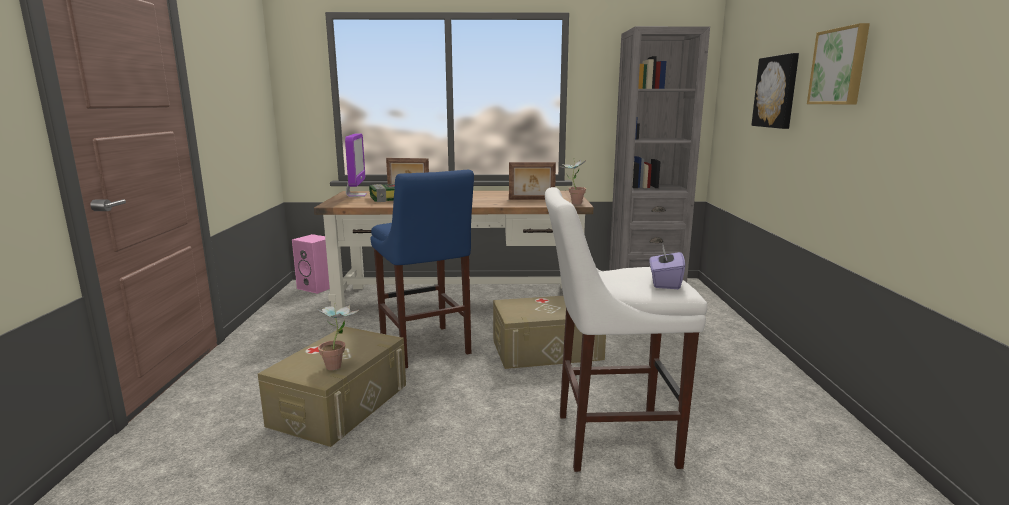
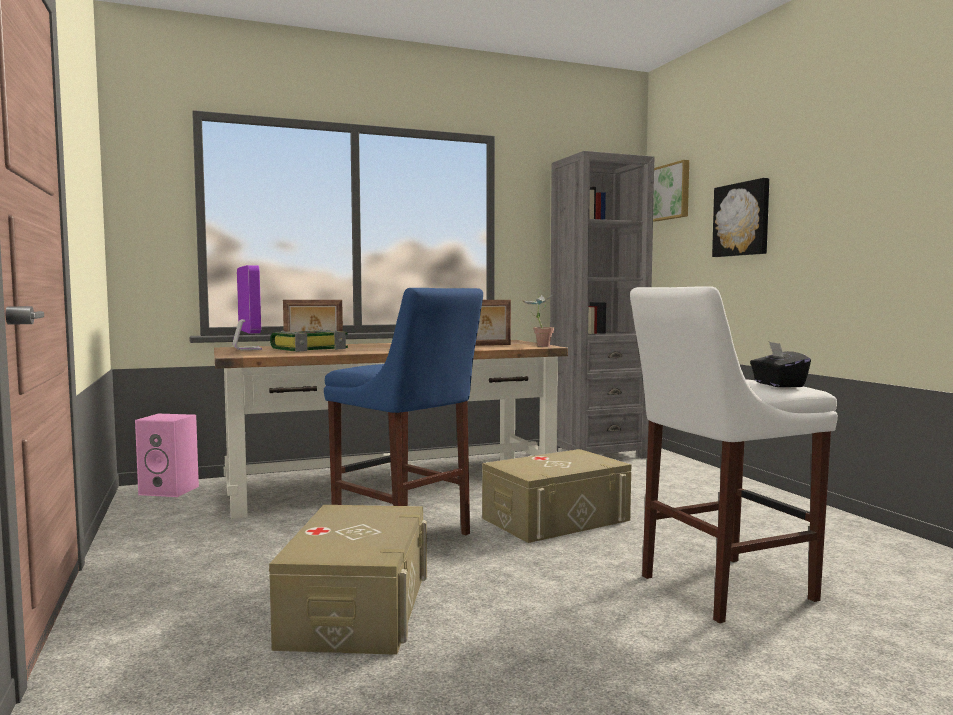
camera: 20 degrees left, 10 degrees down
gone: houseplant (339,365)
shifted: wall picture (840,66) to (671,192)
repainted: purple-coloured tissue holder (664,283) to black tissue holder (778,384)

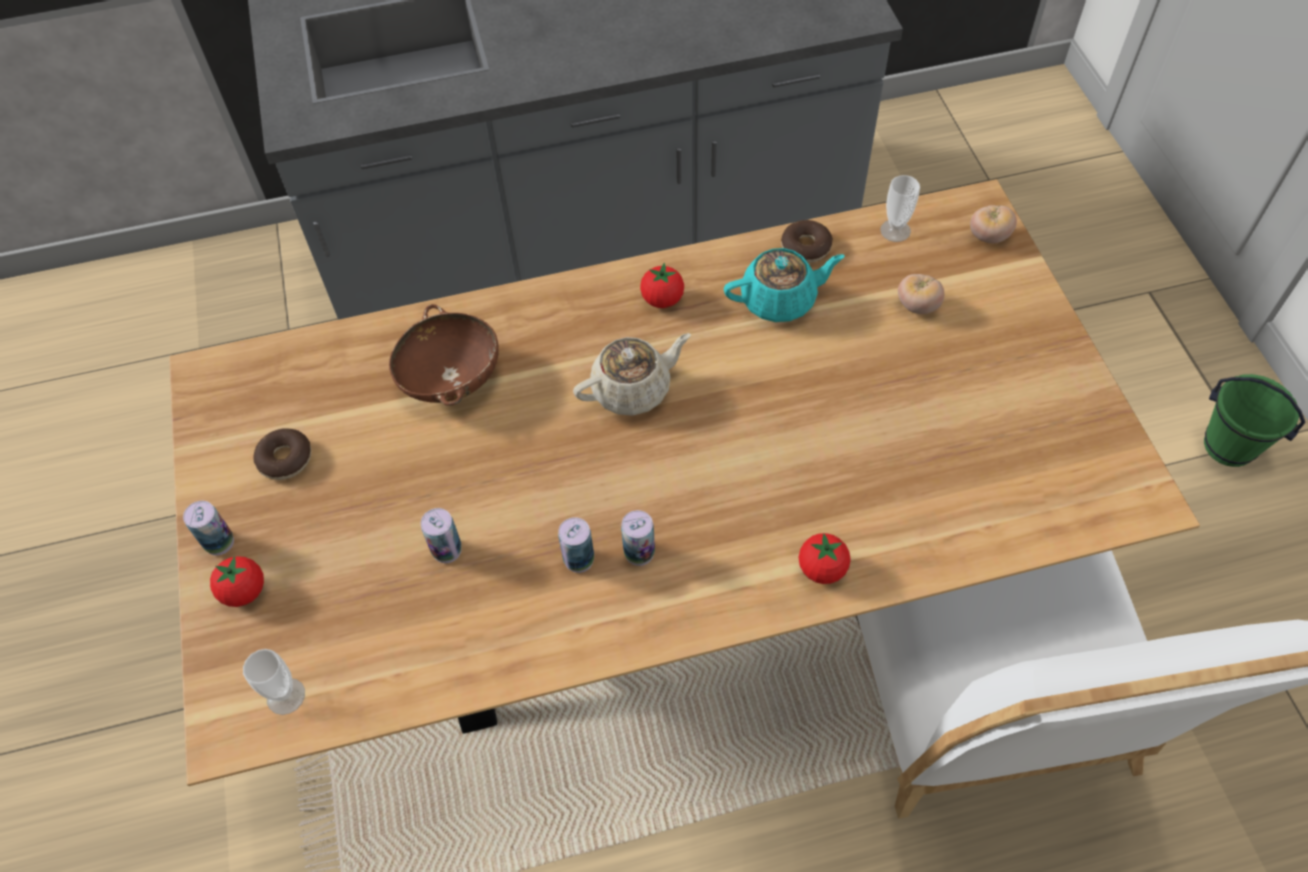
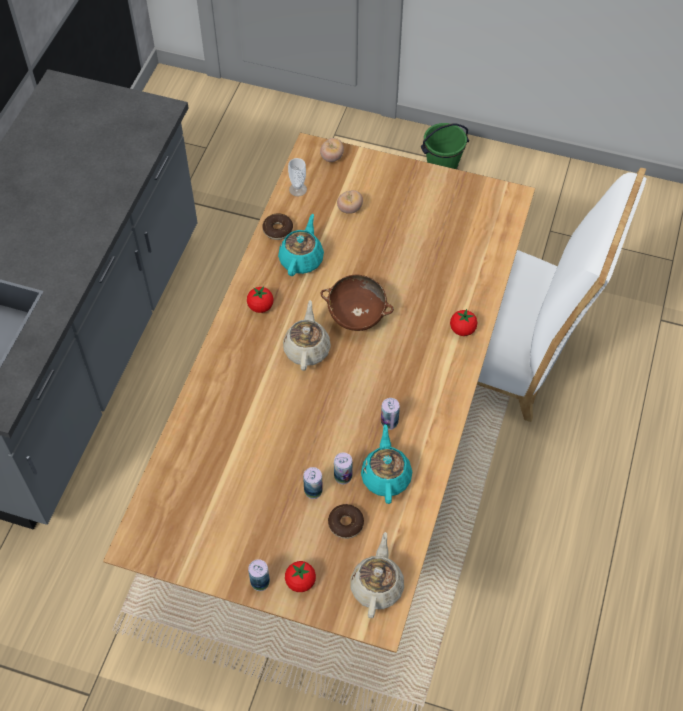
camera: 60 degrees left, 0 degrees up
new: turquoise-coloured teapot (386,476)
shifted: ring doughnut (285,459) to (346,524); brown serving bowl (450,378) to (357,315); metal can (639,552) to (313,491)
swapped: drinking cup (286,696) to sand-coloured teapot (377,586)

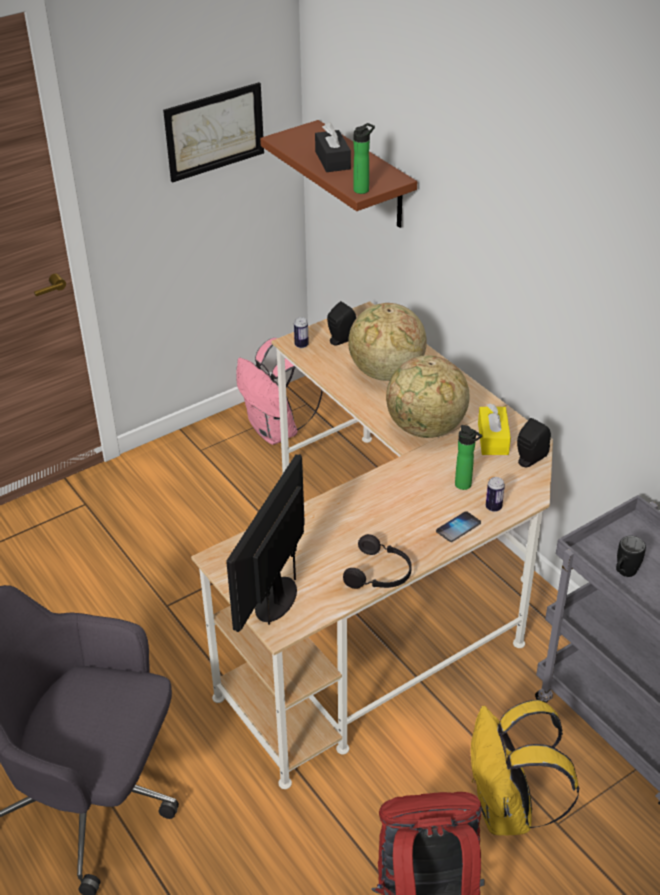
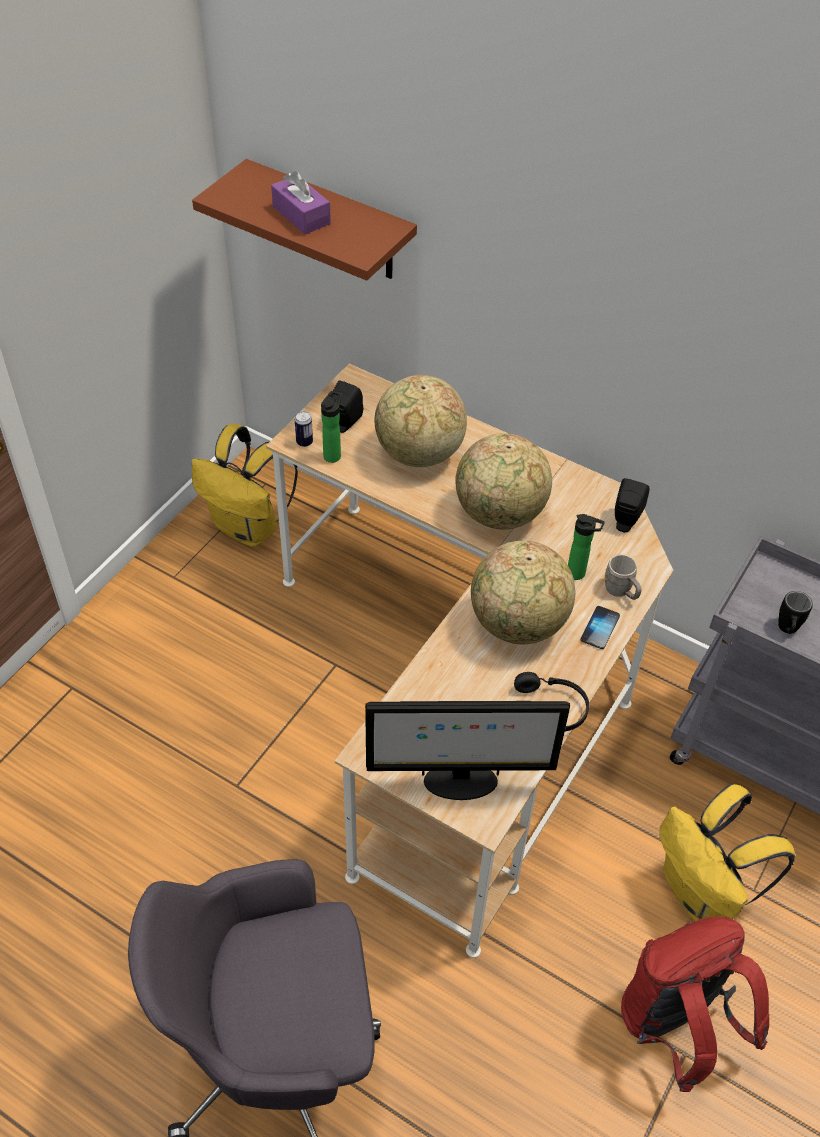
camera: 25 degrees left, 10 degrees up
gone: wall picture (214,131); yellow-coloured tissue holder (493,439)
new: globe (518,624)
shifted: bottle (363,189) to (333,454)
swapped: metal can (493,507) to grey tea mug (621,591)
repainted: pinkish backpack (277,431) to yellow-coloured backpack (249,527); black tissue holder (332,160) to purple-coloured tissue holder (301,215)
rotated: computer screen (276,598) = (459,782) 90 degrees counterclockwise

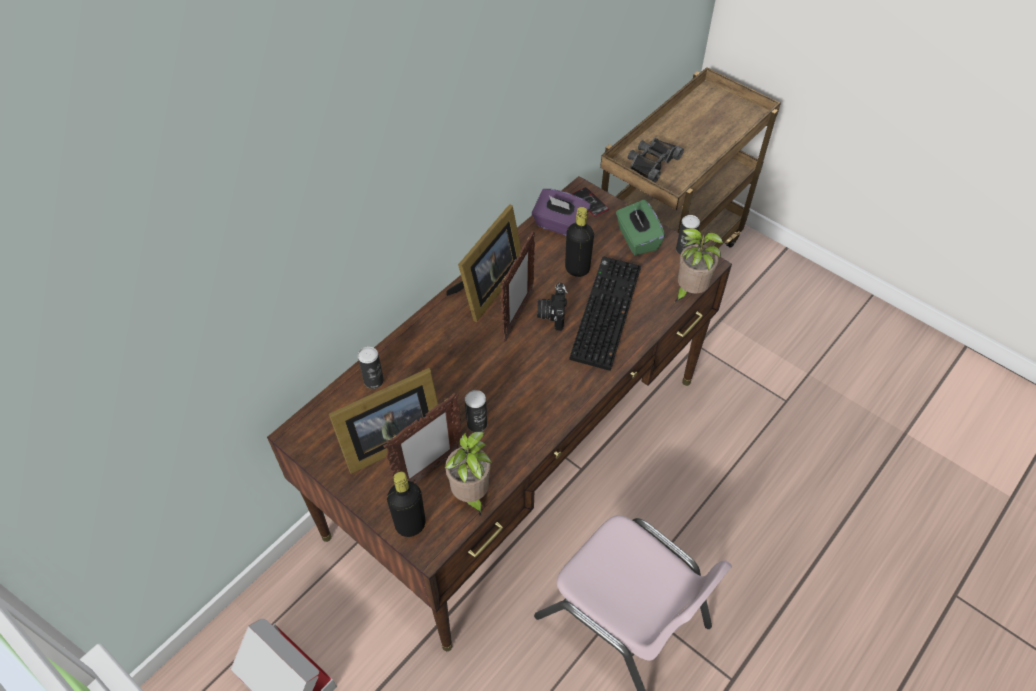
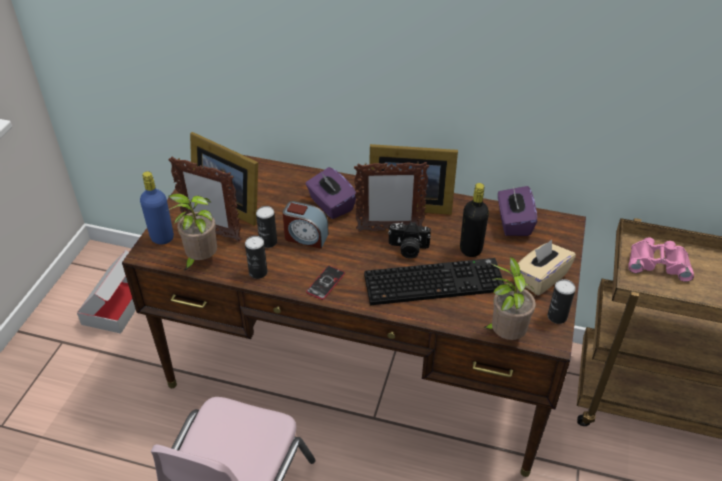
camera: 65 degrees right, 10 degrees down
new: bedside clock (305,237); purple-coloured tissue holder (331,205)
shifted: metal can (373,380) to (258,272); phone (590,202) to (325,283)
repainted: black bottle (410,525) to blue-coloured bottle (162,237); greenish tissue holder (637,239) to sand-coloured tissue holder (540,278); black pair of binoculars (652,162) to pinkish pair of binoculars (658,262)
rotated: photo camera (551,313) = (408,249) 150 degrees counterclockwise

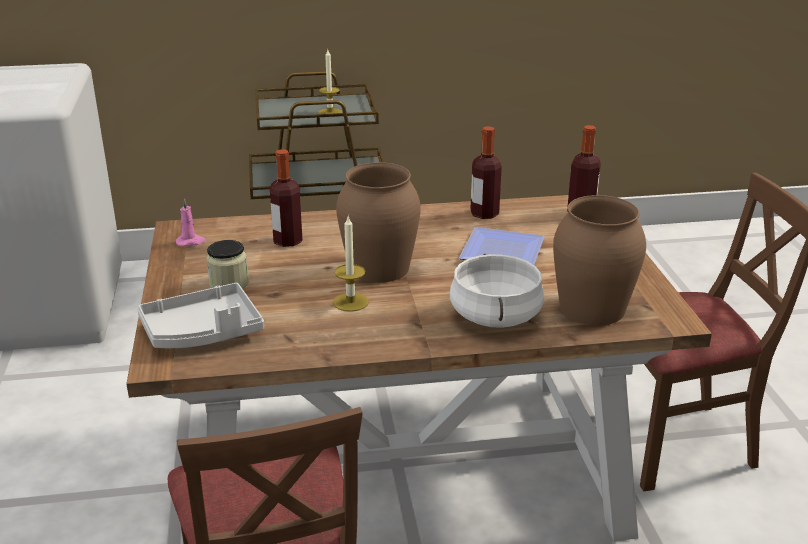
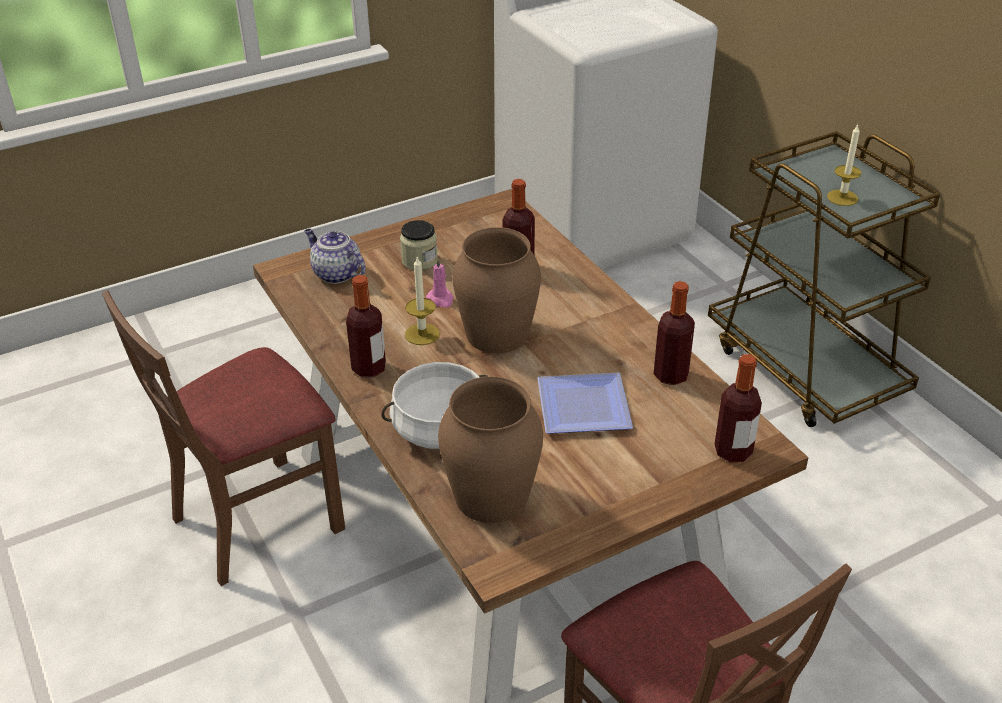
camera: 70 degrees right, 10 degrees up
new: bottle (369,368)
shifted: pinkish candle (191,242) to (441,299)
swapped: grey carrying tray (203,332) to teapot (335,274)

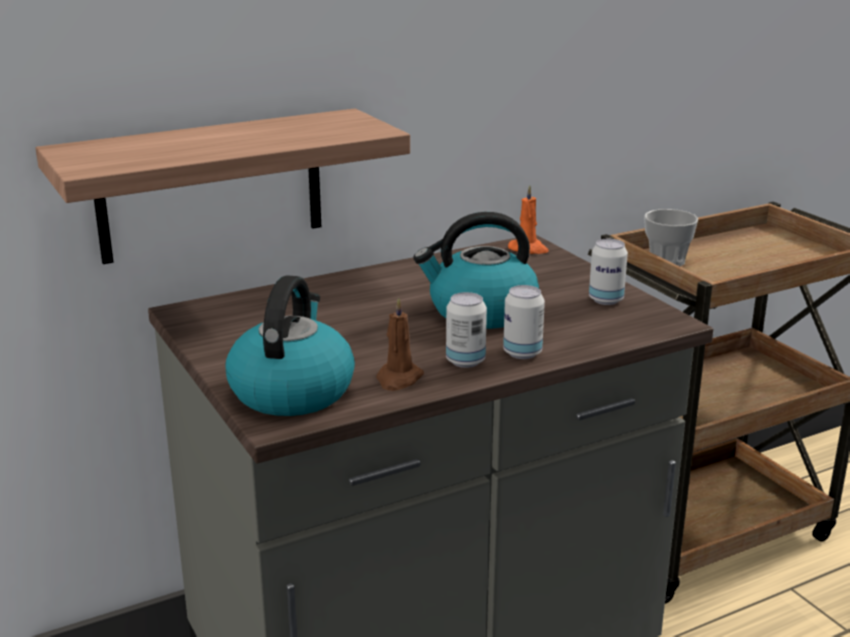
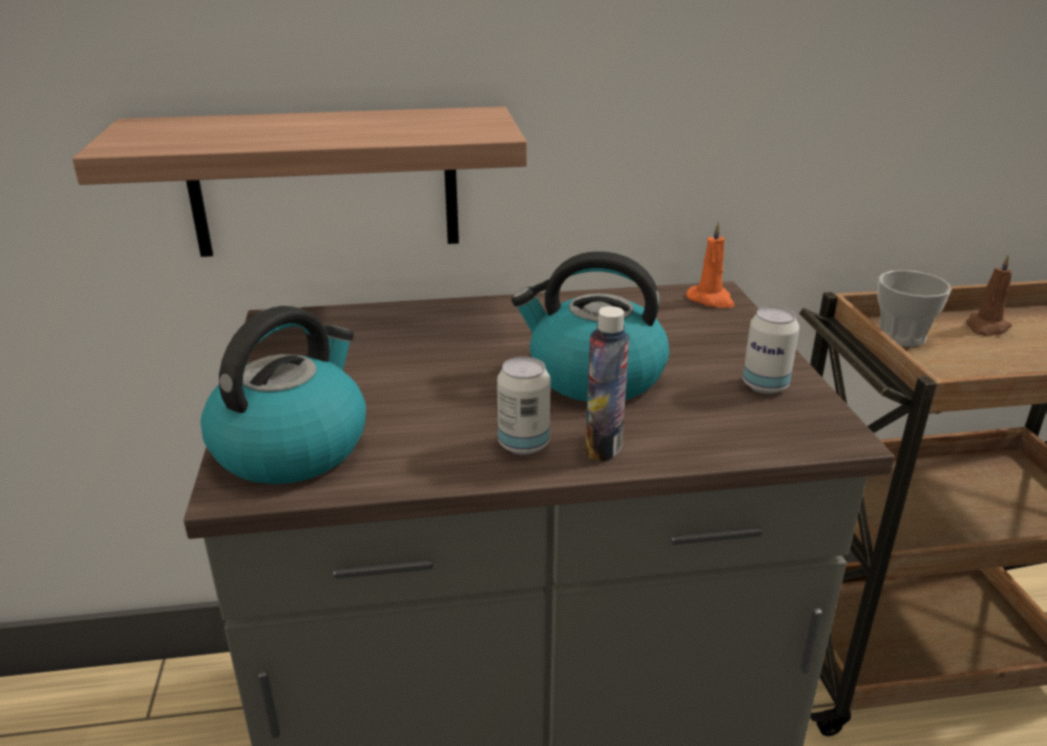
camera: 20 degrees right, 5 degrees up
shifted: brown candle (398,379) to (986,327)
swapped: metal can (522,353) to bottle (603,446)

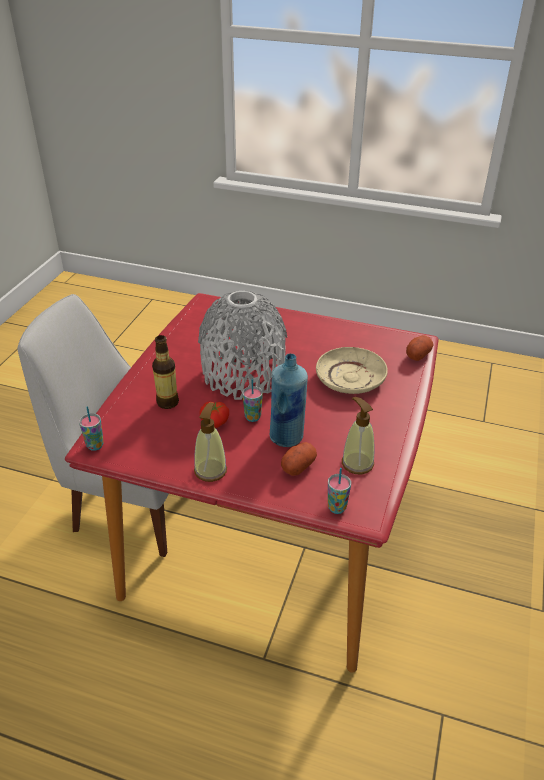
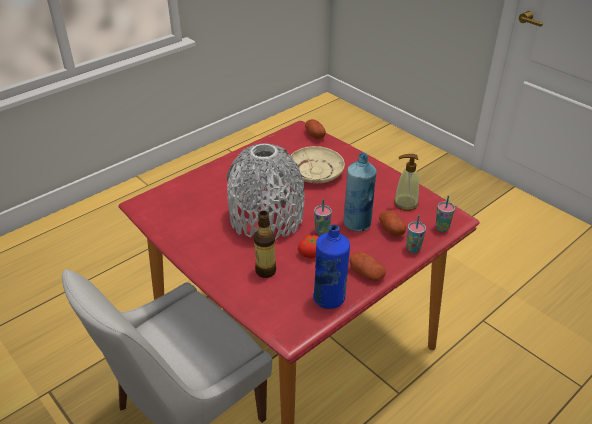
camera: 60 degrees left, 0 degrees up
new: blue-coloured bottle (329,299)
shifted: drinking cup (95,445) to (413,249)
swapped: soap dispenser (210,470) to spud (367,273)

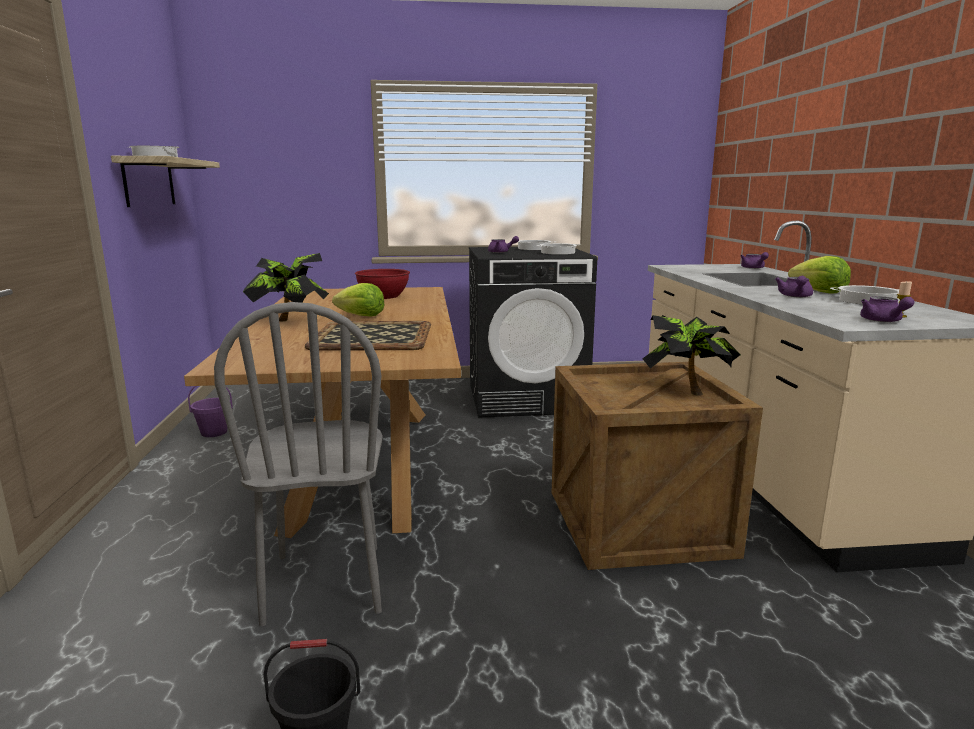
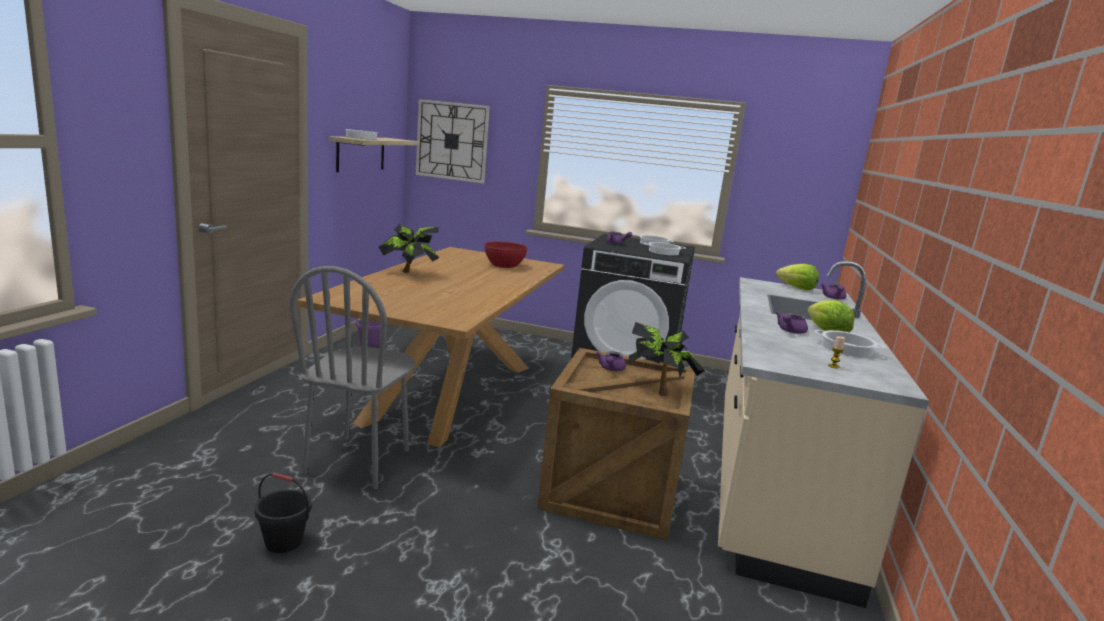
camera: 20 degrees right, 0 degrees up
gone: carrying tray (371,336)
new: wall clock (452,141)
shifted: lettuce head (361,316) to (796,288); purple-coloured teapot (883,321) to (610,369)

